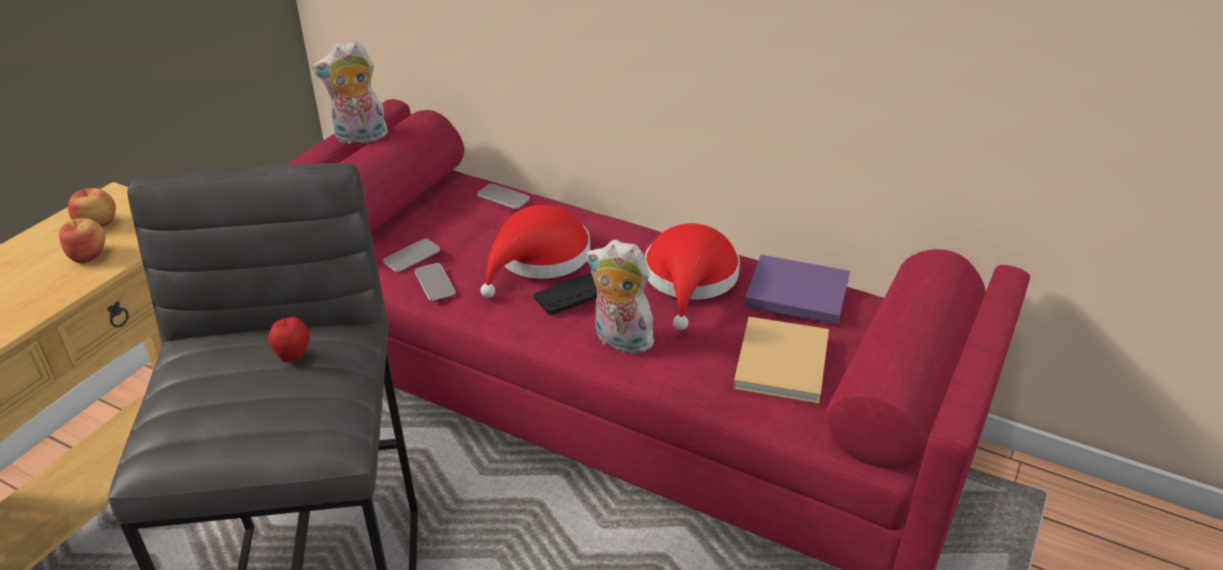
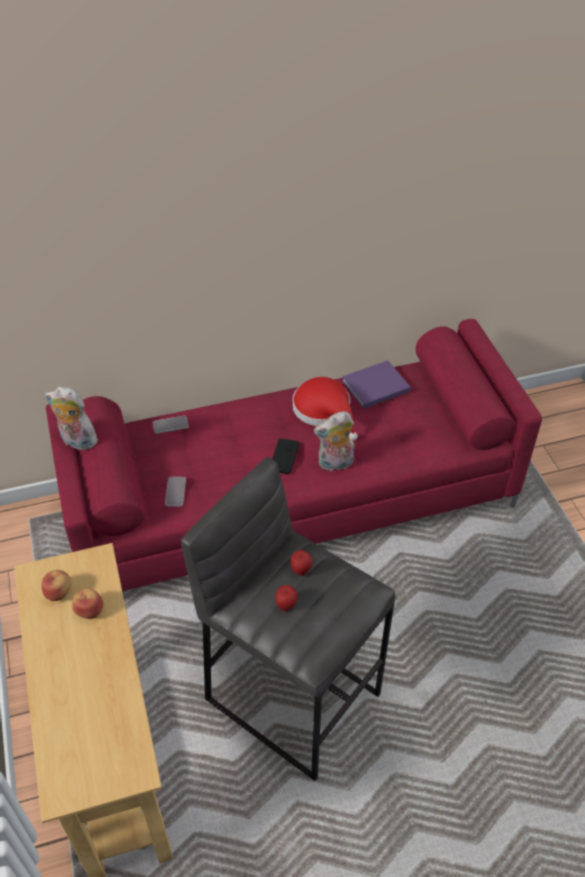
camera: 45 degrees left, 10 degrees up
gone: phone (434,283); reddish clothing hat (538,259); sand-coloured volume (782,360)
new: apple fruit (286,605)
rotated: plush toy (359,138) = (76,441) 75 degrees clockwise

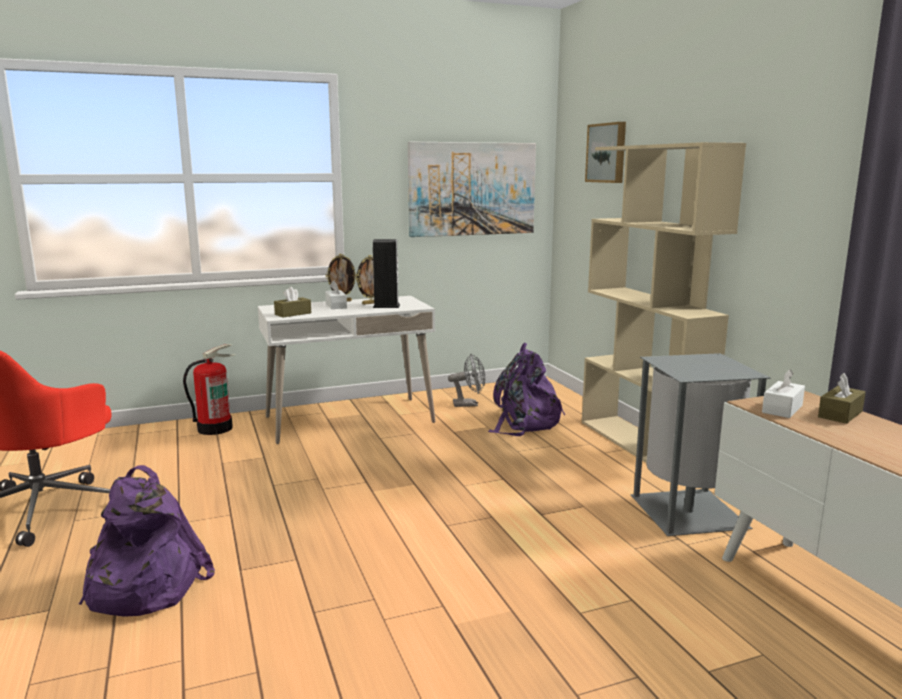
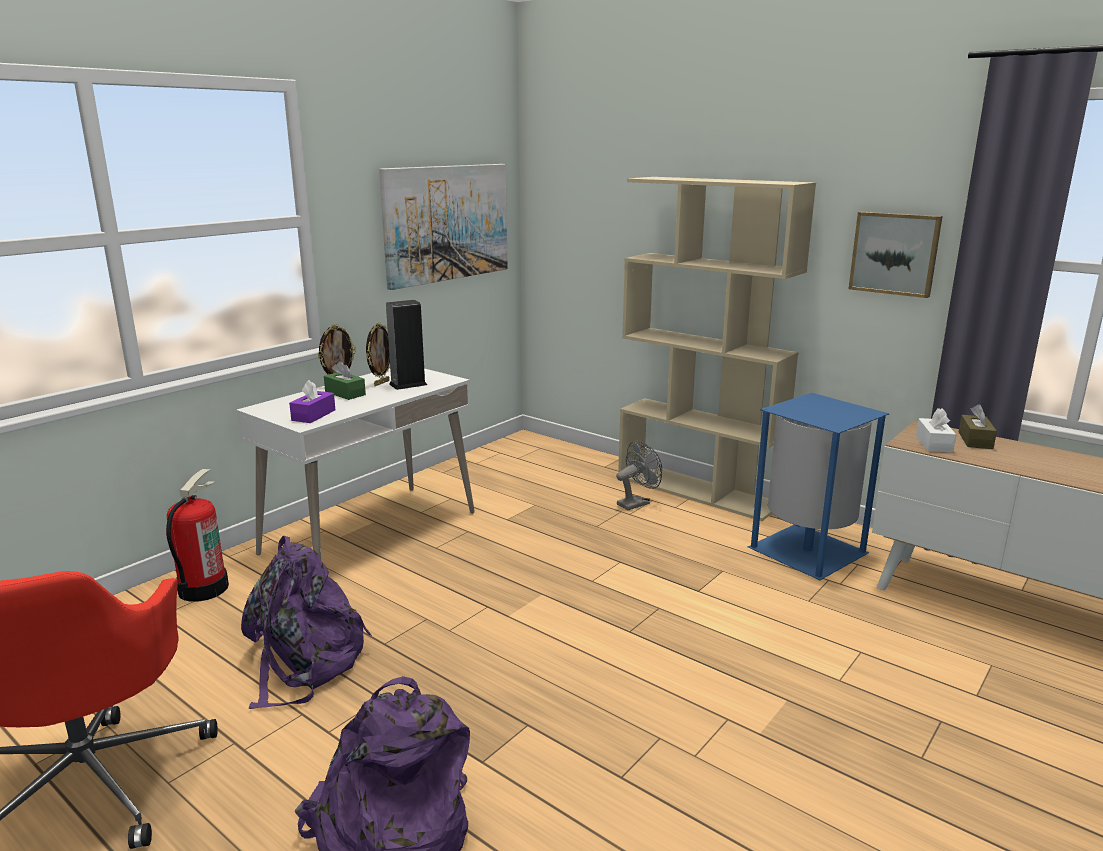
camera: 30 degrees left, 5 degrees up
shifted: grey cooling fan (469,404) to (637,503); purple-coloured backpack (524,422) to (304,662); wall picture (607,153) to (895,253)
repainted: brown tissue holder (293,314) to purple-coloured tissue holder (313,415); white tissue holder (336,306) to greenish tissue holder (345,393); grey trash can (687,513) to blue-coloured trash can (808,552)

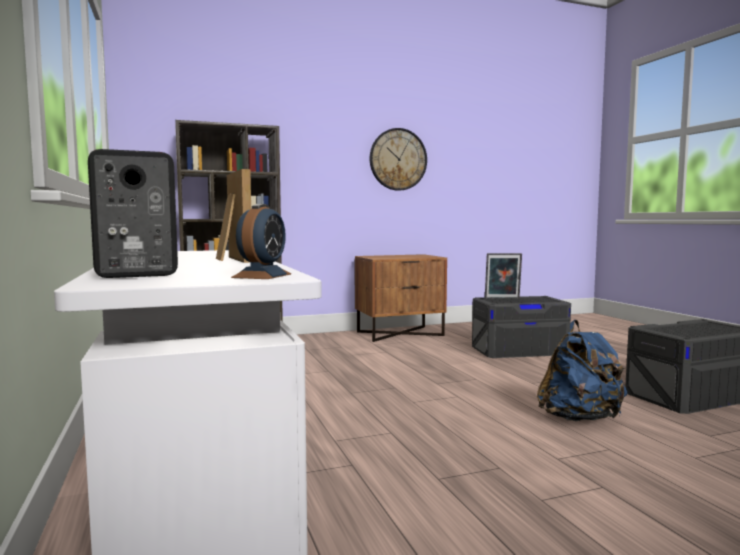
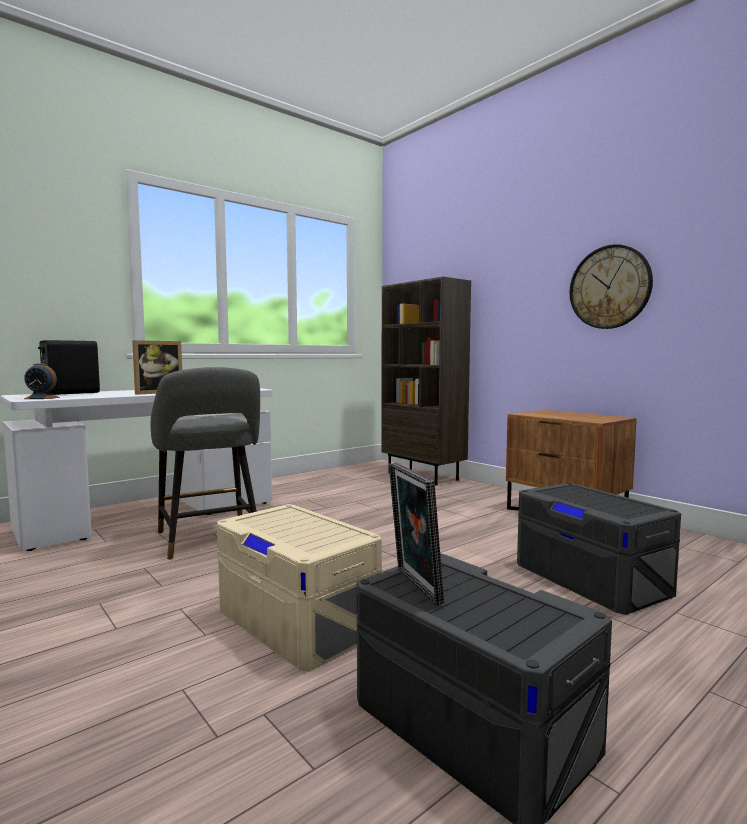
camera: 70 degrees right, 0 degrees up
new: grey stool (210,540)
shifted: picture frame (502,299) to (414,586)
swapped: blue-coloured backpack (580,418) to sand-coloured storage box (297,620)

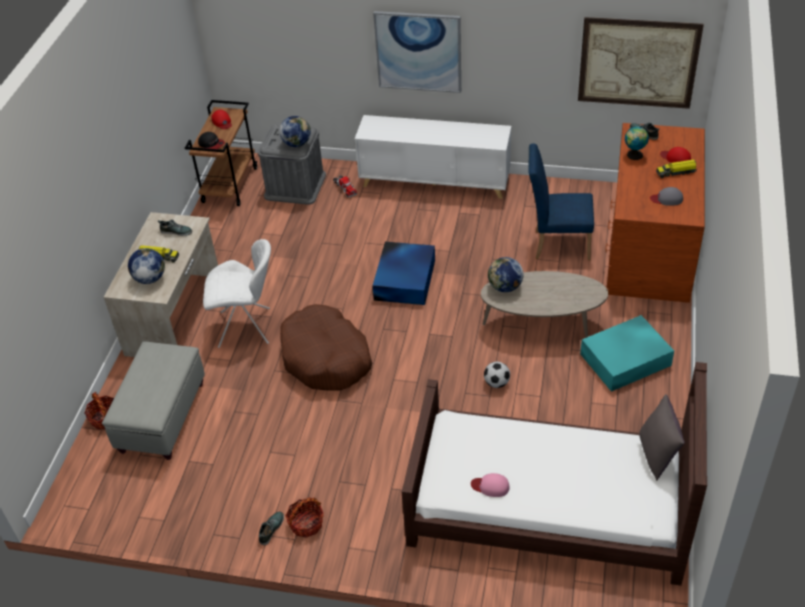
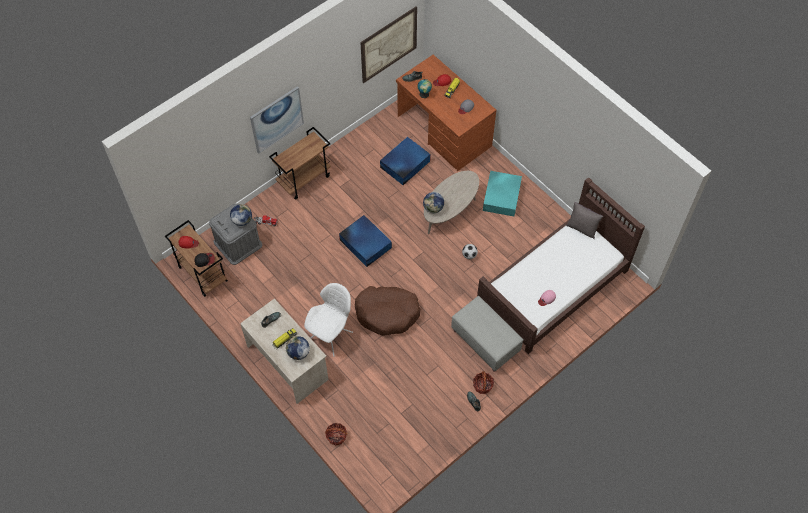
camera: 55 degrees left, 15 degrees up
shifted: grey ottoman (162,418) to (485,342)
swapped: white cabinet (435,181) to brown wheeled cart (304,179); blue-coloured chair (557,244) to blue-coloured storage box (404,164)

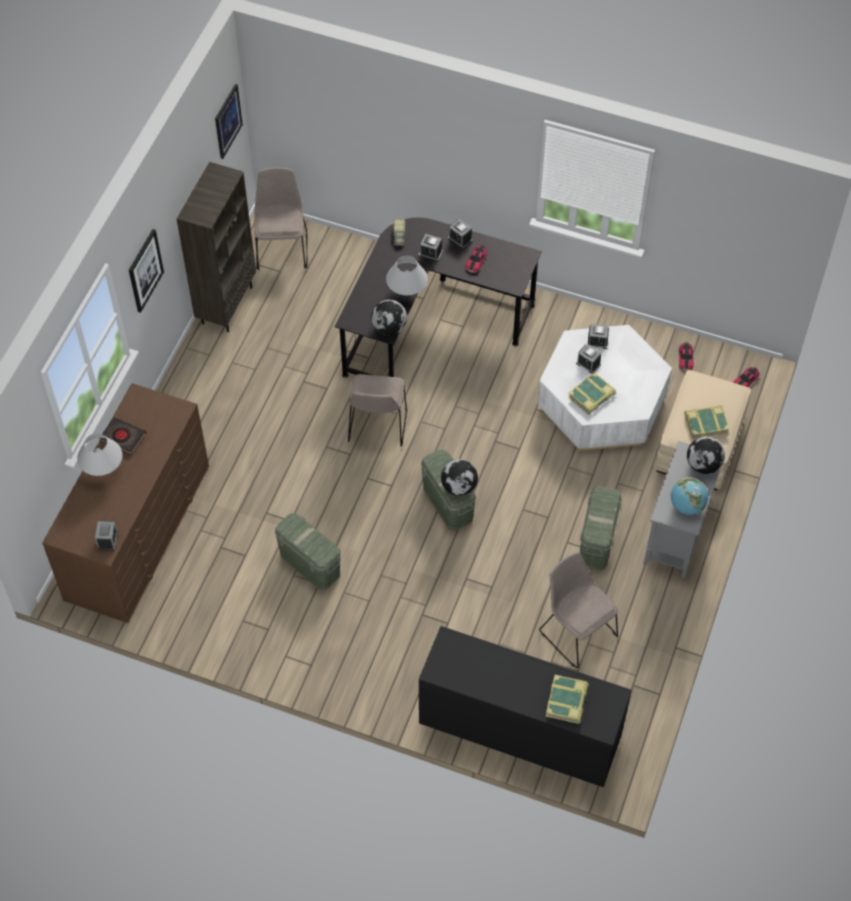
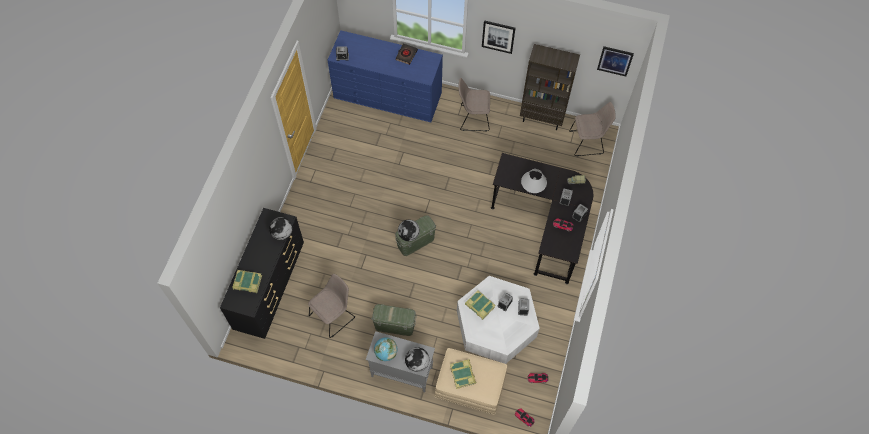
camera: 85 degrees right, 5 degrees up
gone: white table lamp (103,469); greenish storage box (309,564)
shifted: sand-coloured chair (377,426) to (473,118); globe (389,328) to (282,233)
repainted: brown dresser (138,532) to blue-coloured dresser (387,95)

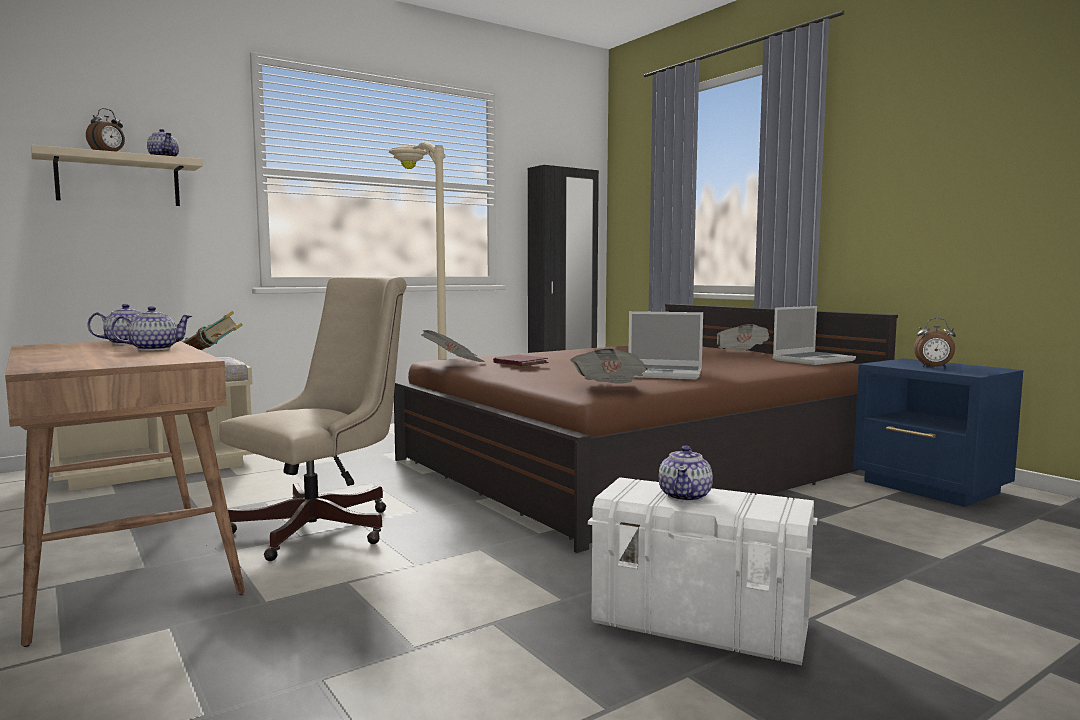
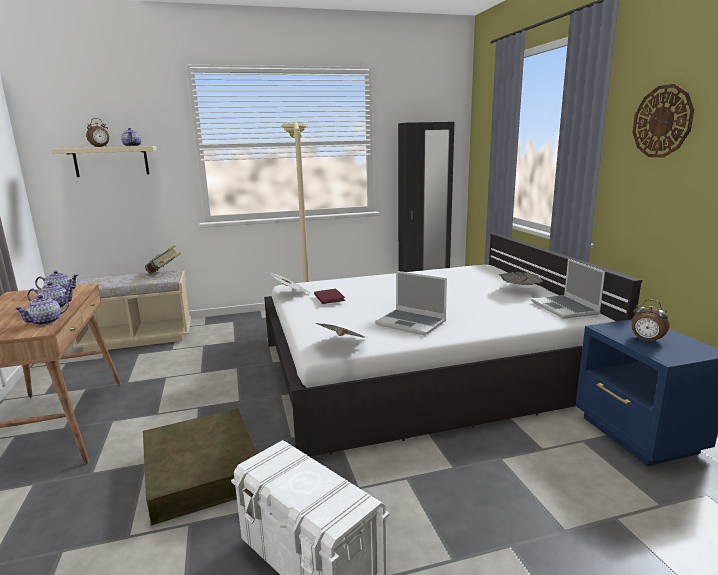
camera: 20 degrees right, 10 degrees up
gone: sand-coloured desk chair (325,527)
new: brown storage box (202,471); wall clock (662,121)
shifted: teapot (685,496) to (46,322)
repainted: brown bed (639,463) to white bed (423,369)
rotated: portable computer (813,360) = (565,308) 90 degrees clockwise

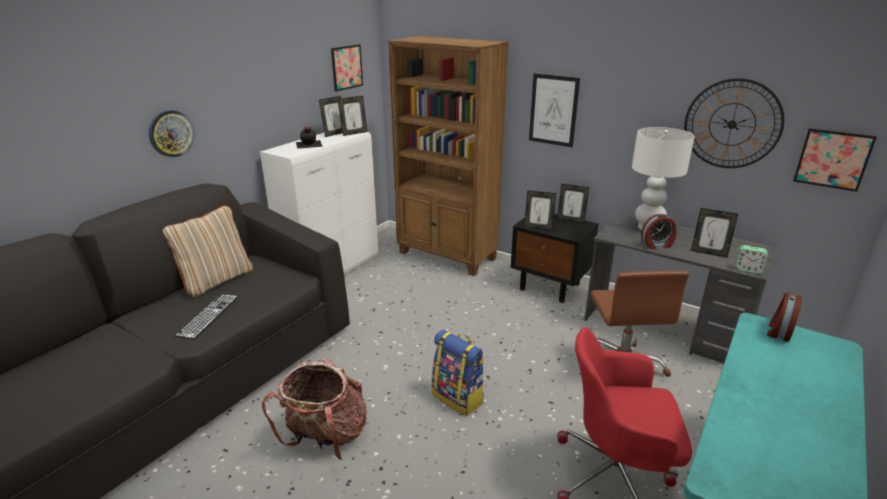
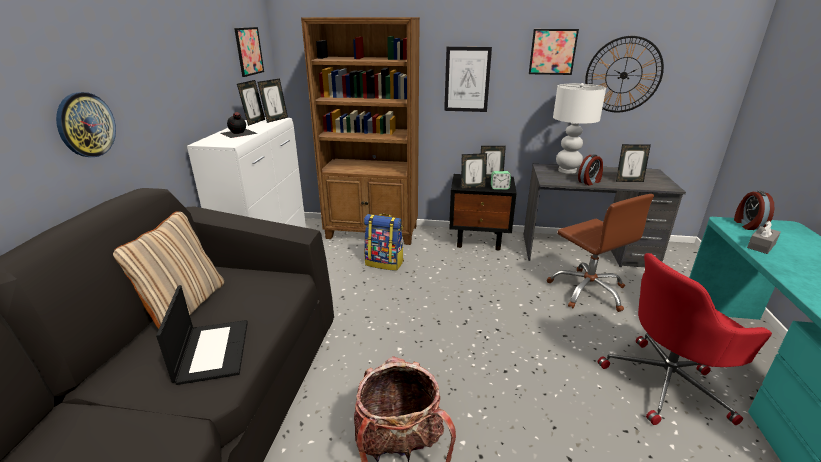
camera: 25 degrees left, 0 degrees up
new: grey tissue holder (761,246)
shifted: backpack (458,398) to (385,263); bedside clock (748,269) to (499,188); wall picture (832,159) to (552,52)
swapped: computer keyboard (208,315) to portable computer (212,350)

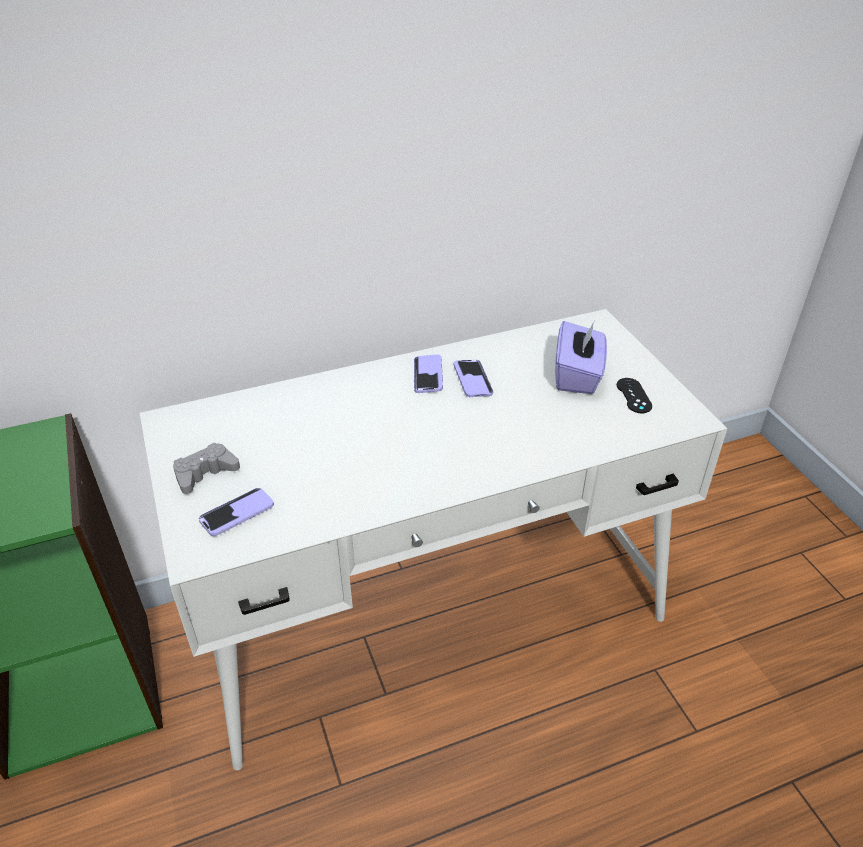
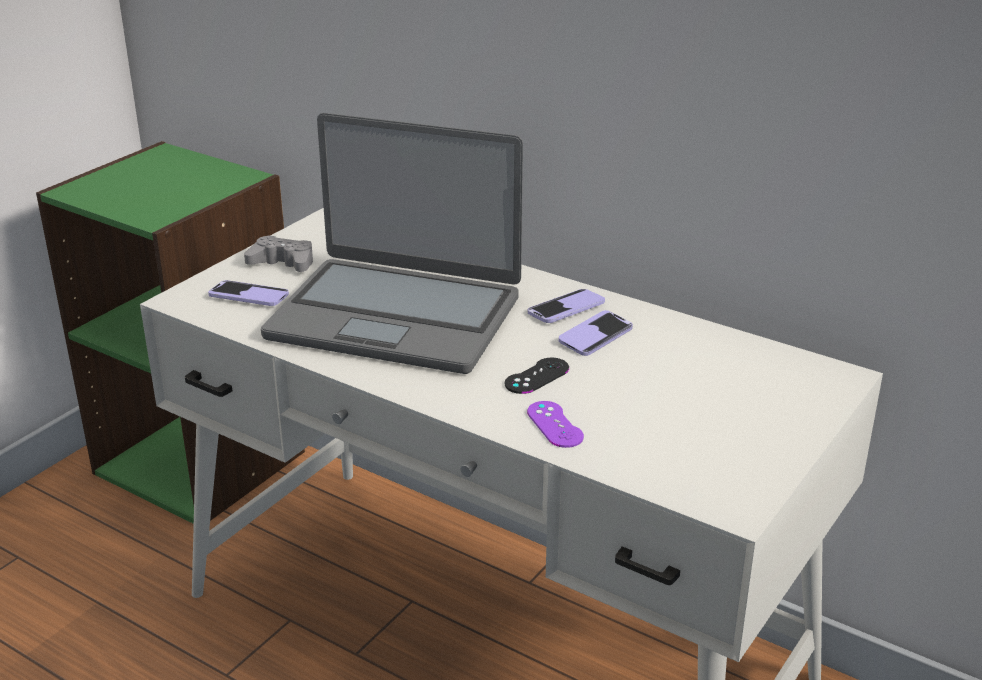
camera: 55 degrees right, 10 degrees down
gone: purple-coloured tissue holder (577,376)
new: portable computer (396,316); purple-coloured game controller (555,424)
shifted: black game controller (633,396) to (537,376)

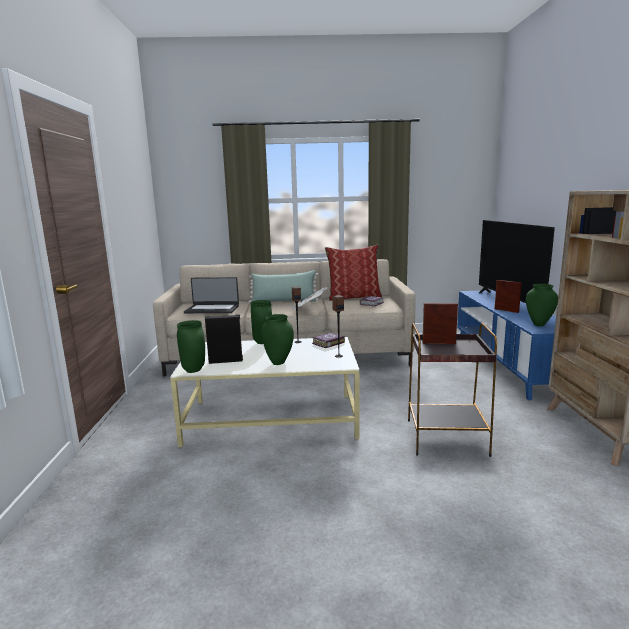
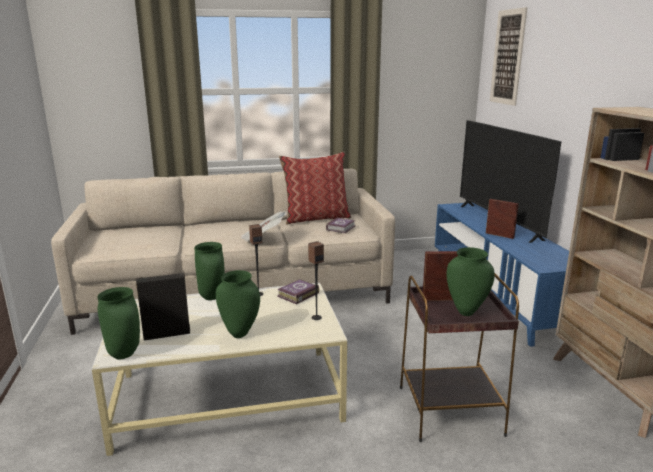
camera: 10 degrees left, 5 degrees up
gone: portable computer (212,309); greenish cushion (284,301)
new: wall picture (507,57)
shifted: greenish flower vase (538,325) to (466,312)

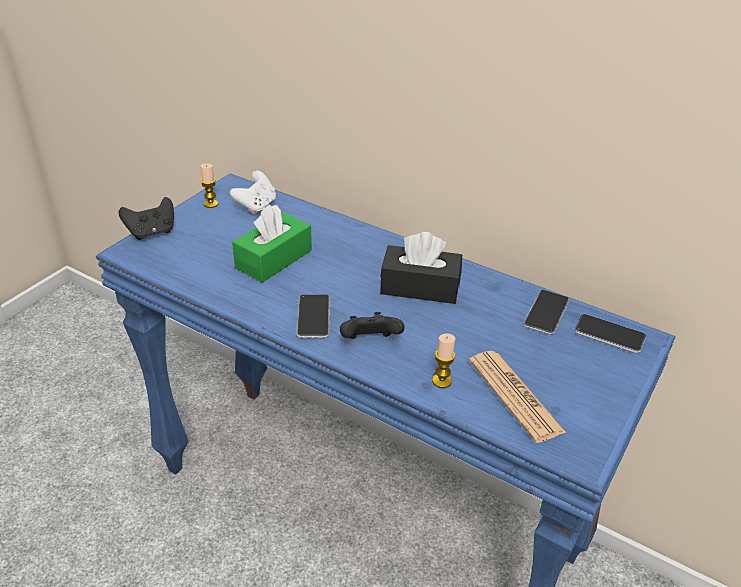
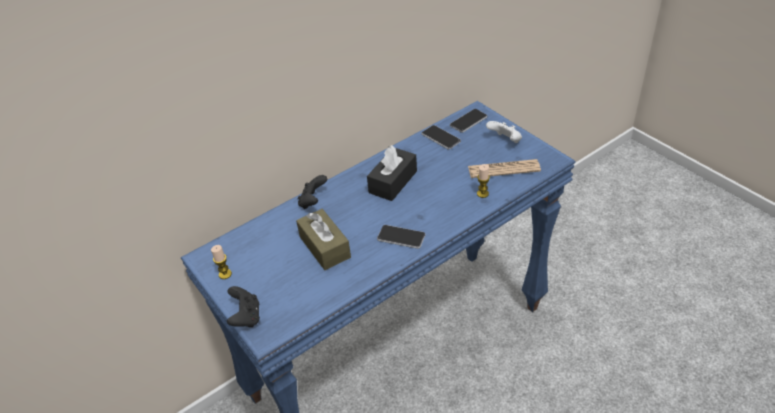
camera: 65 degrees left, 5 degrees up
shifted: white game controller (256,206) to (505,141); black game controller (370,342) to (313,201)
repainted: greenish tissue holder (274,259) to brown tissue holder (325,247)

